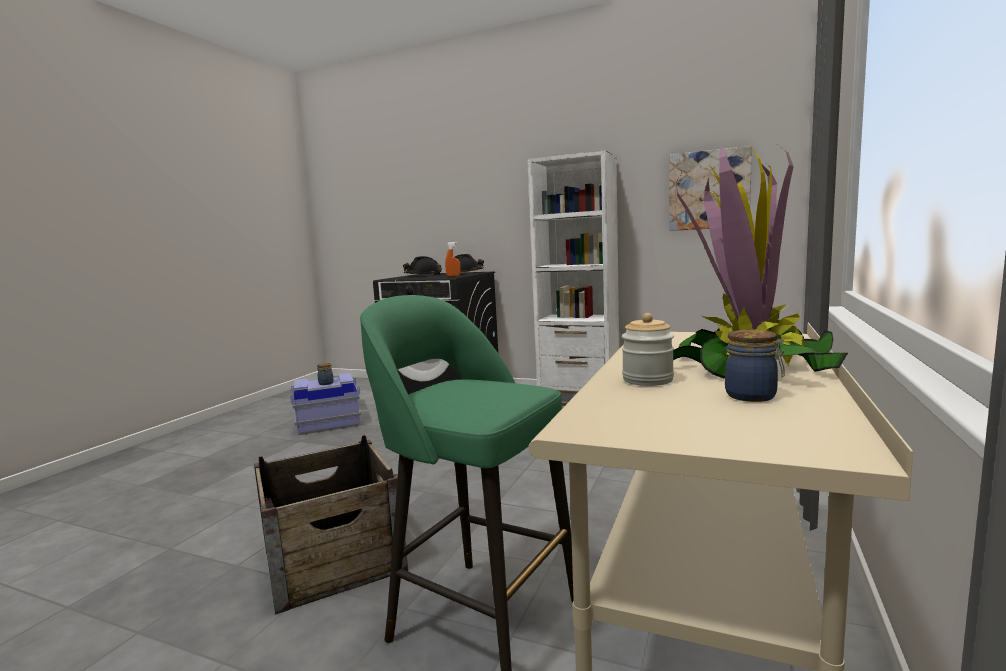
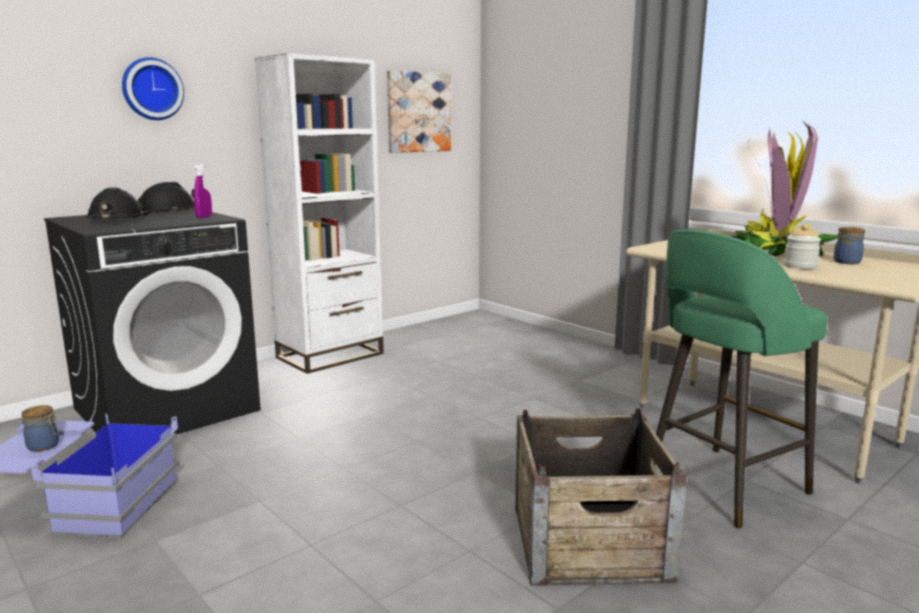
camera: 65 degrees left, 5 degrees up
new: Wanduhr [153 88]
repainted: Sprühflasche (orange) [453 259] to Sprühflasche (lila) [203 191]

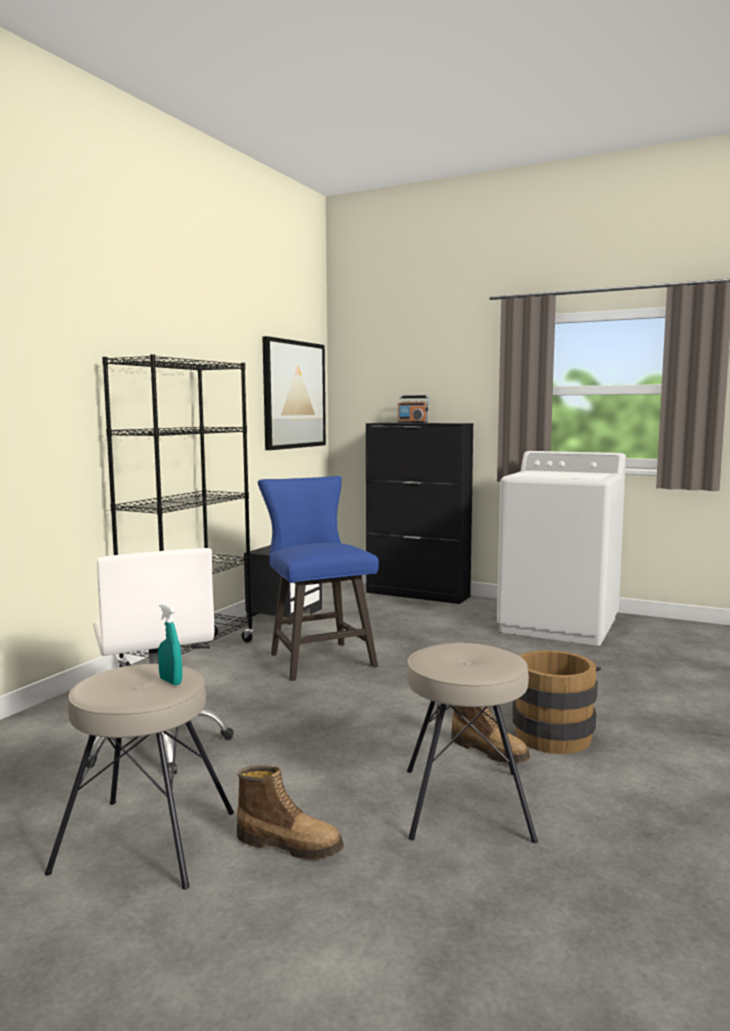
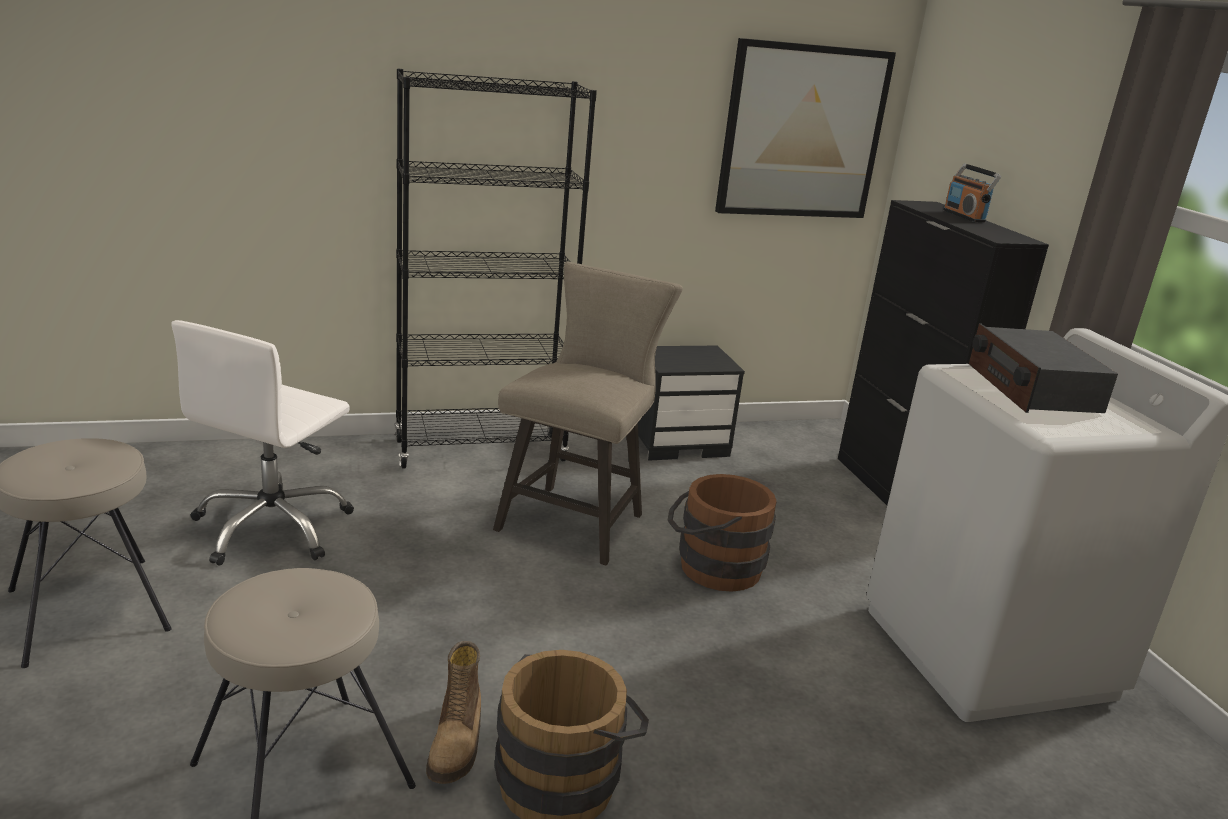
camera: 45 degrees right, 15 degrees up
gone: Sprühflasche (türkis) [170 644]; Stiefel [290 812]
new: Eimer (braun) [722 533]; Radio [1043 368]
repainted: Hocker (blau) [318 578] to Hocker (beige) [588 413]

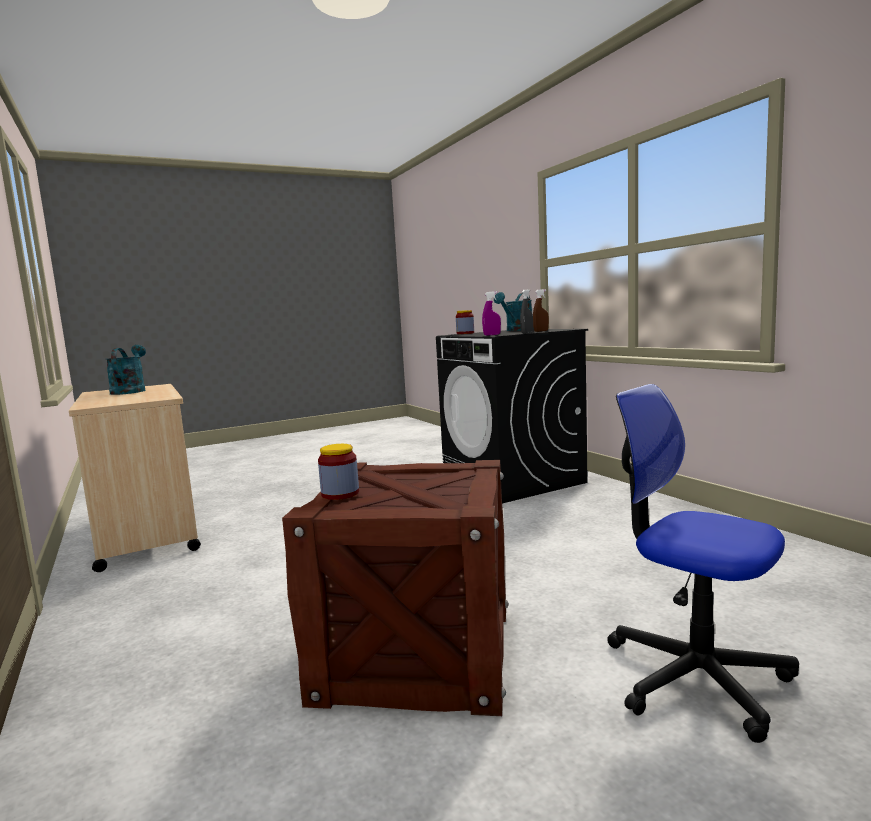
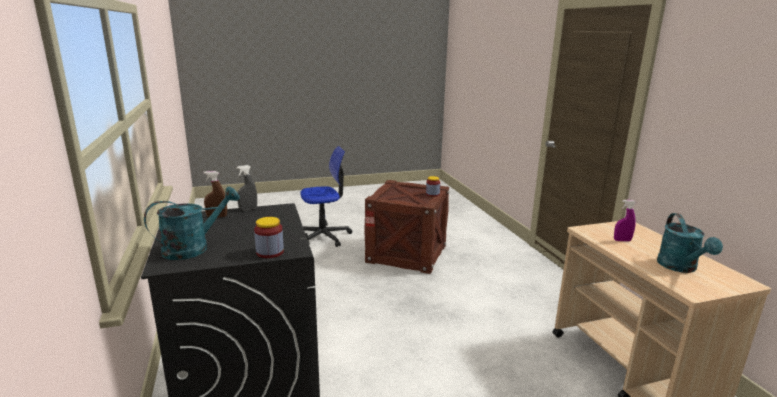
camera: 170 degrees left, 10 degrees up
shifted: Sprühflasche (lila) [491 313] to [625 220]
rotated: Bürostuhl [703 563] = [326 196] 75 degrees counterclockwise

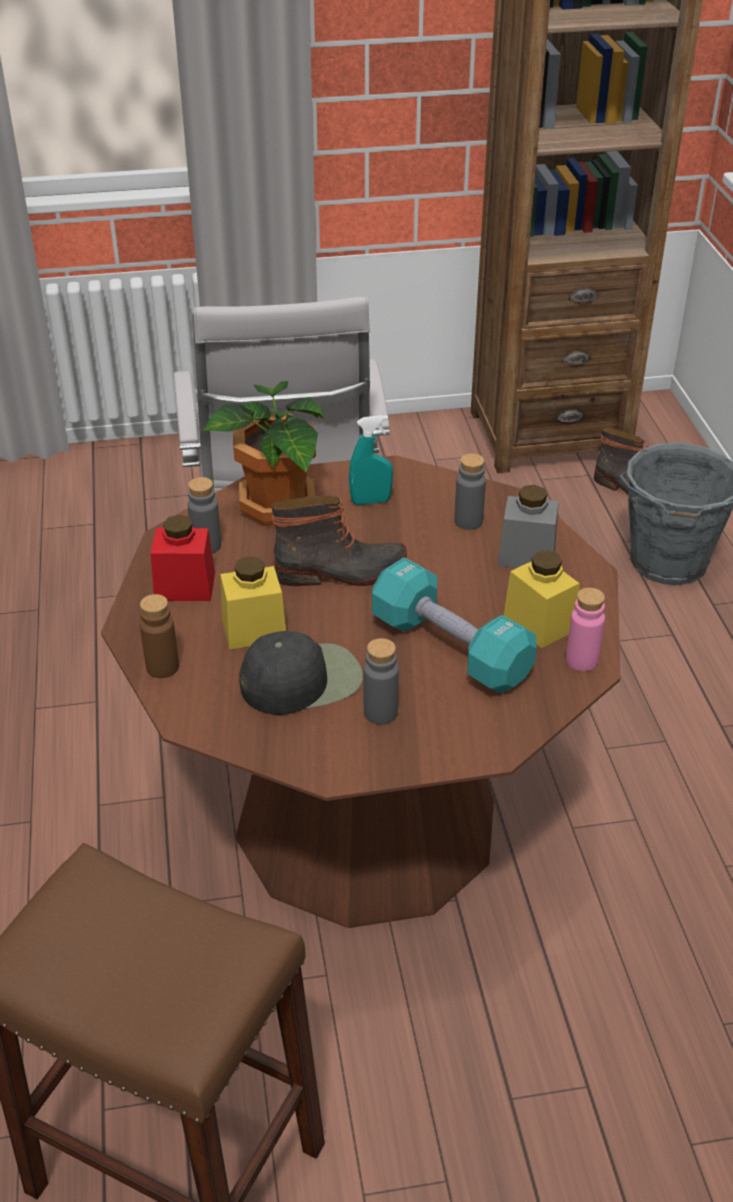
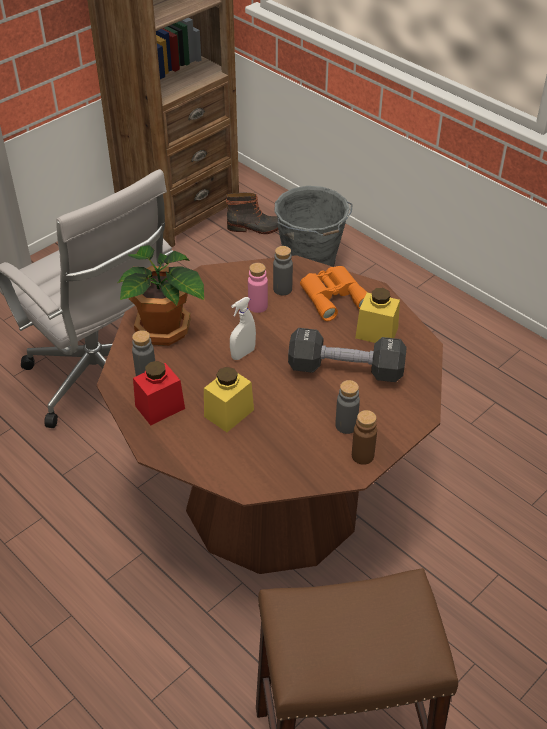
camera: 35 degrees left, 5 degrees up
gone: Kappe (schwarz) [301 673]; Sprühflasche (türkis) [371 460]
shifted: Flasche (rosa) [585 629] to [258 288]; Flasche (braun) [159 636] to [364 437]
swapped: Stiefel [339 541] to Sprühflasche (weiß) [243 328]; Vorratsglas (grau) [528 526] to Fernglas (orange) [334 293]
repainted: Hantel (türkis) [454 625] to Hantel (schwarz) [347 355]

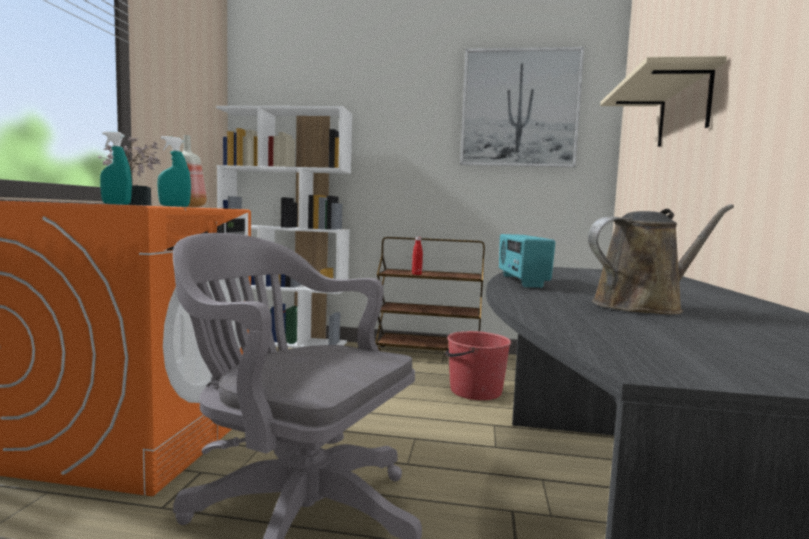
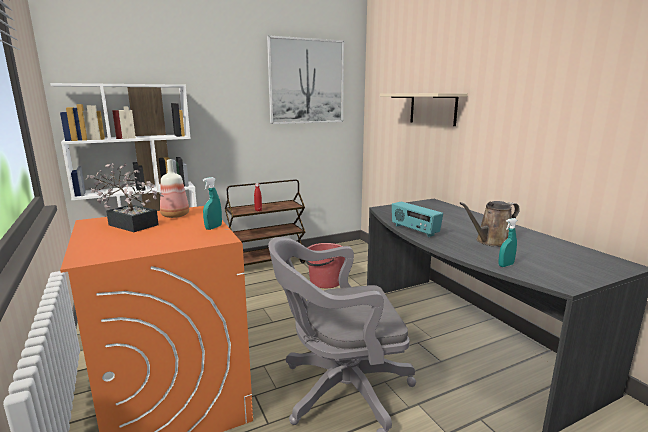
camera: 35 degrees left, 10 degrees up
shifted: Sprühflasche (türkis) [116 168] to [508 242]
rotated: Gießkanne (braun) [661 259] = [489 223] 150 degrees counterclockwise

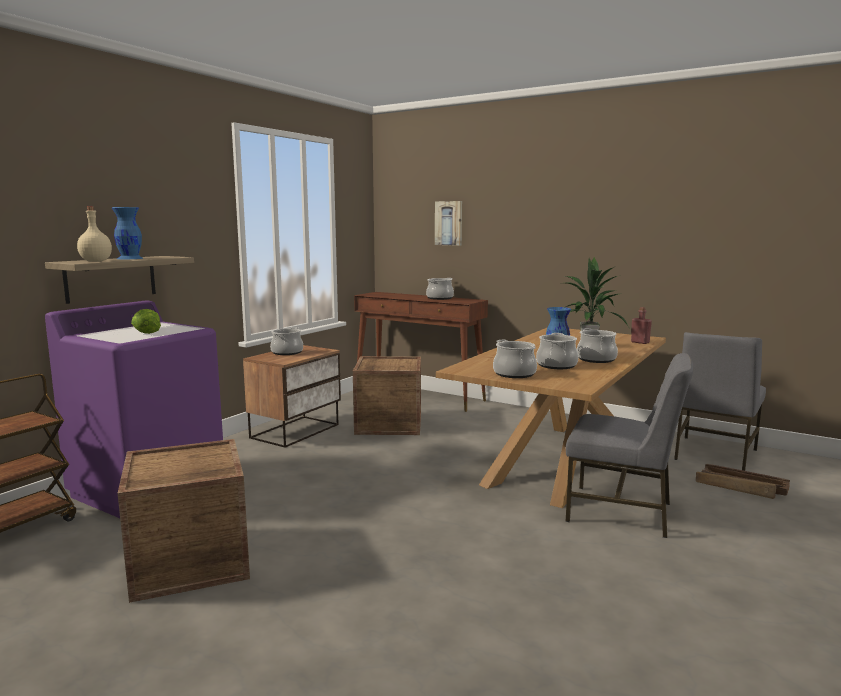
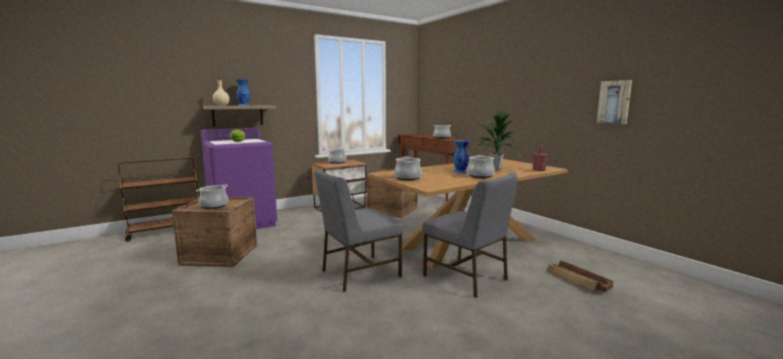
camera: 25 degrees right, 0 degrees up
shifted: Kochtopf [557 351] to [212 197]; Stuhl (grau) [720 401] to [359 230]; Bild [448 223] to [614 102]

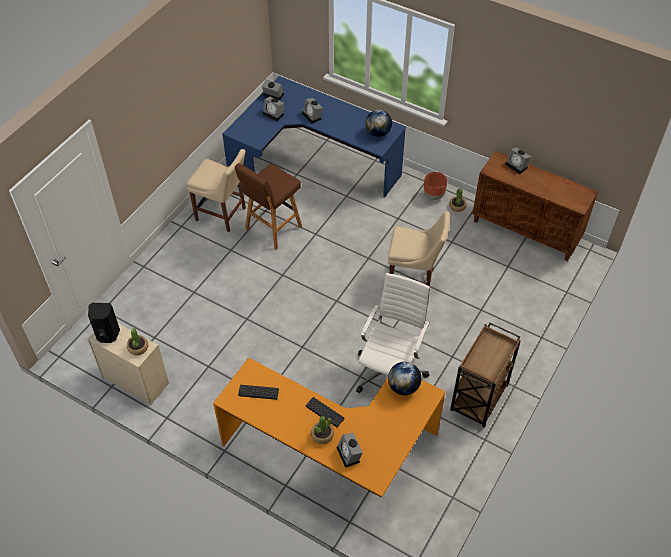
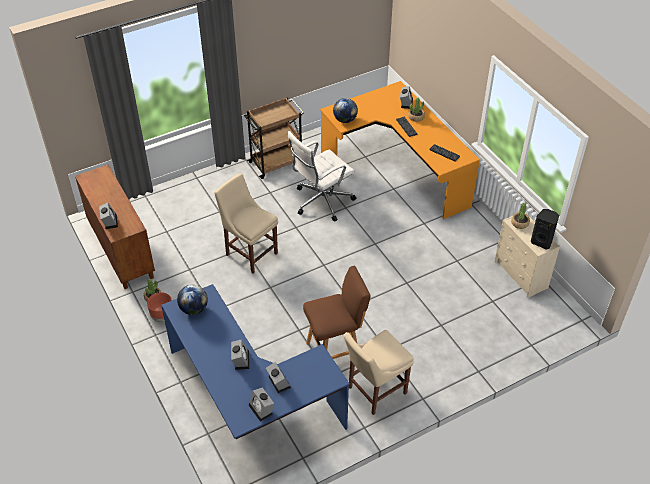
camera: 150 degrees left, 5 degrees down
rotated: Stuhl (beige) [216 190] = [379 372] 90 degrees counterclockwise

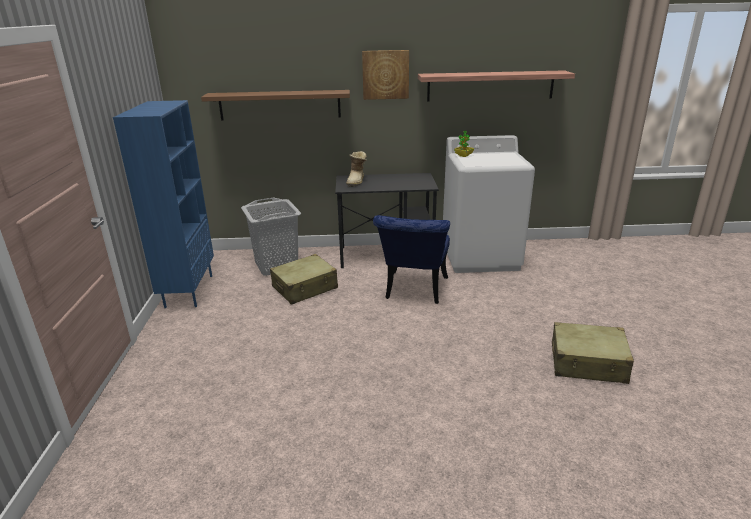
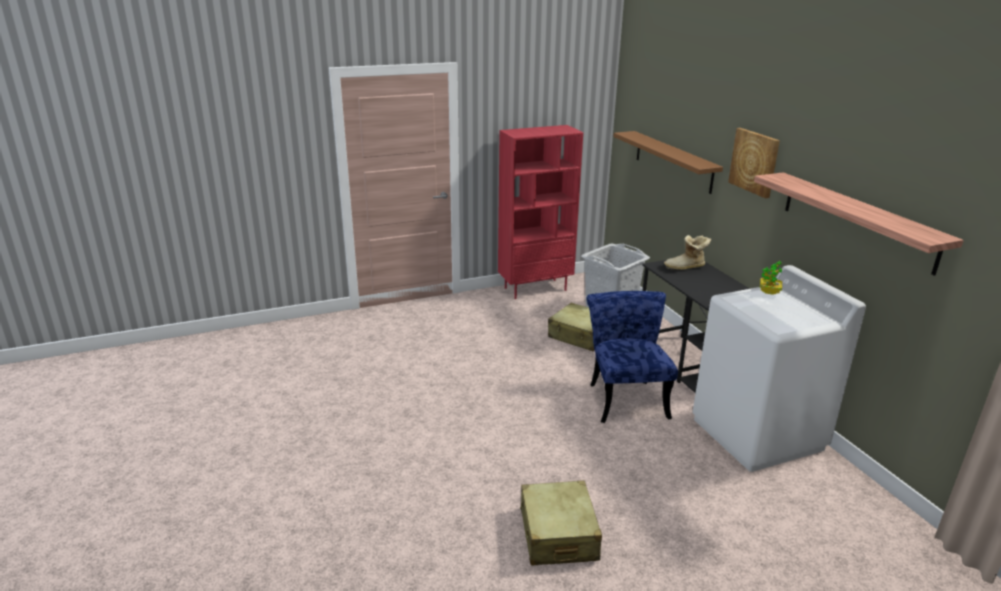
camera: 70 degrees right, 0 degrees up
repainted: Bücherregal (blau) [163 204] to Bücherregal (rot) [540 212]
rotated: Stuhl (blau) [411 259] = [632 357] 90 degrees clockwise

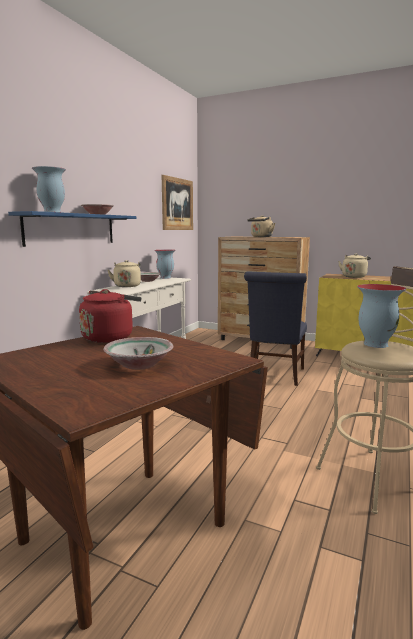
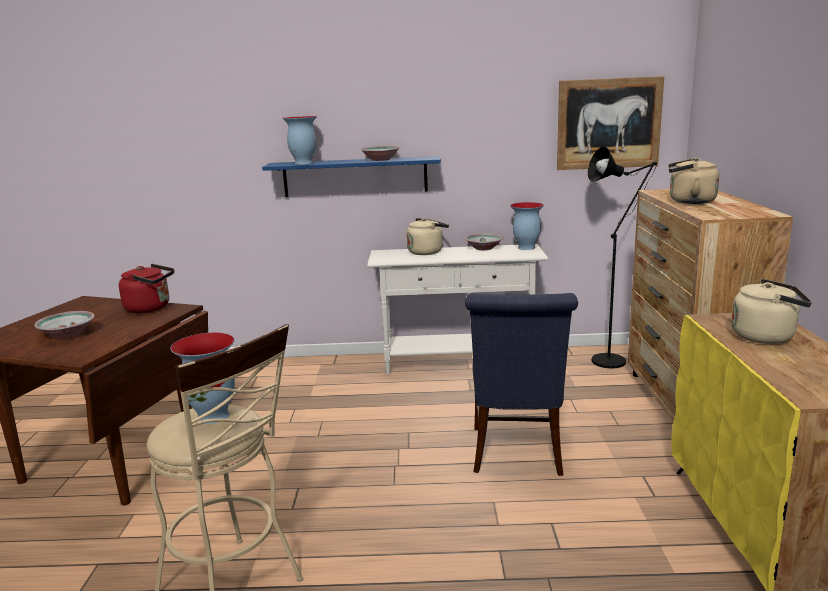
camera: 65 degrees right, 5 degrees up
new: Stehlampe (schwarz) [622 257]
rotated: Stuhl (blau) [275 328] = [521 384] 75 degrees counterclockwise

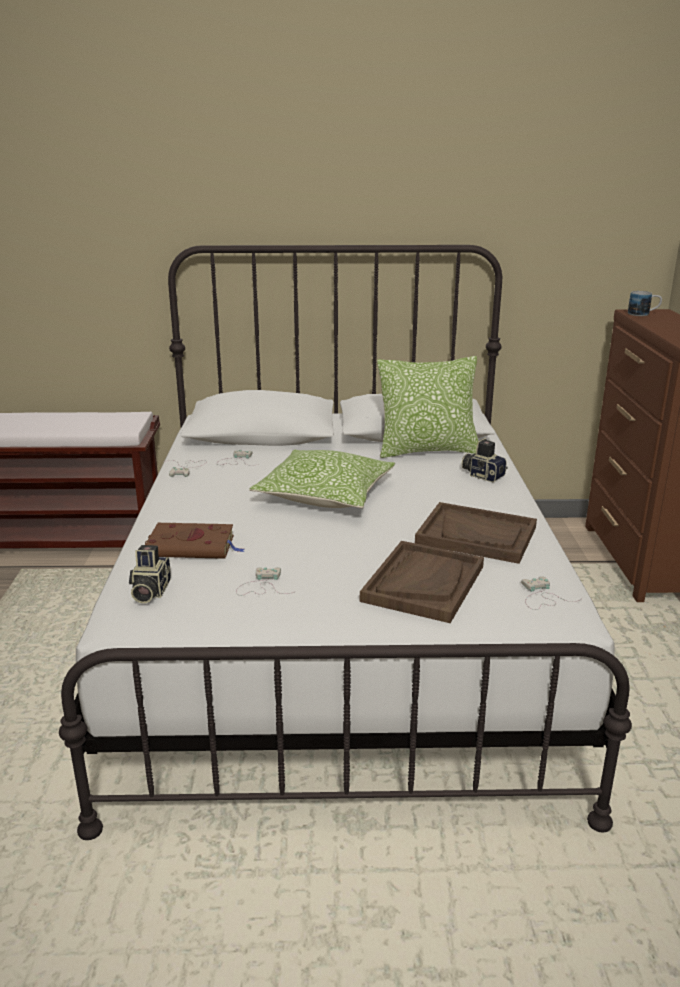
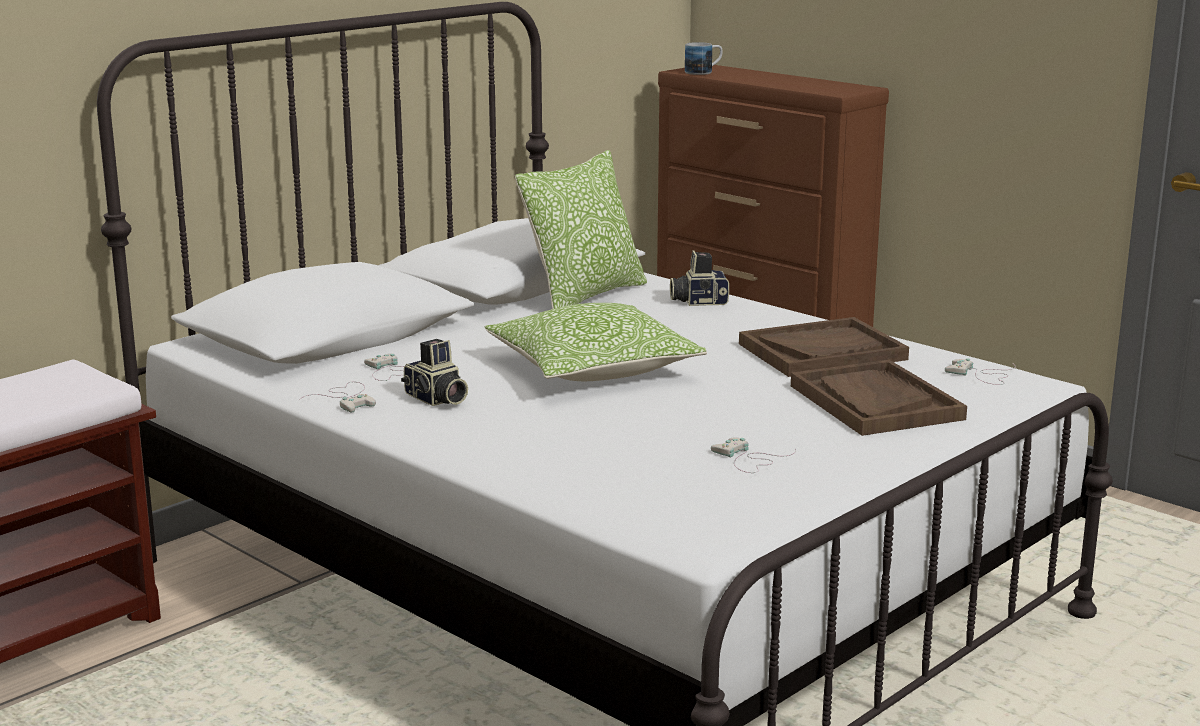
camera: 45 degrees left, 5 degrees down
gone: Buch (braun) [194 541]
shifted: Kamera [150 574] to [434 372]

